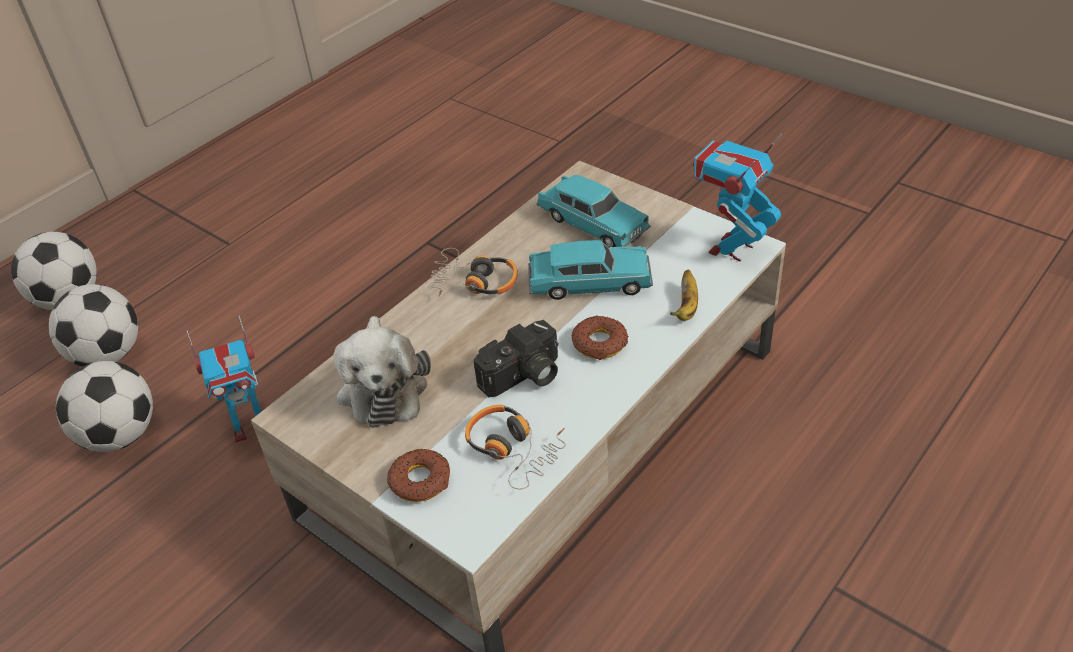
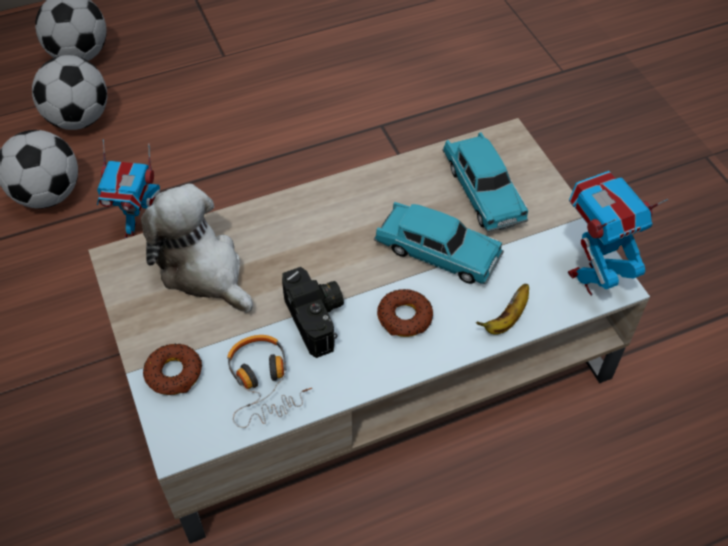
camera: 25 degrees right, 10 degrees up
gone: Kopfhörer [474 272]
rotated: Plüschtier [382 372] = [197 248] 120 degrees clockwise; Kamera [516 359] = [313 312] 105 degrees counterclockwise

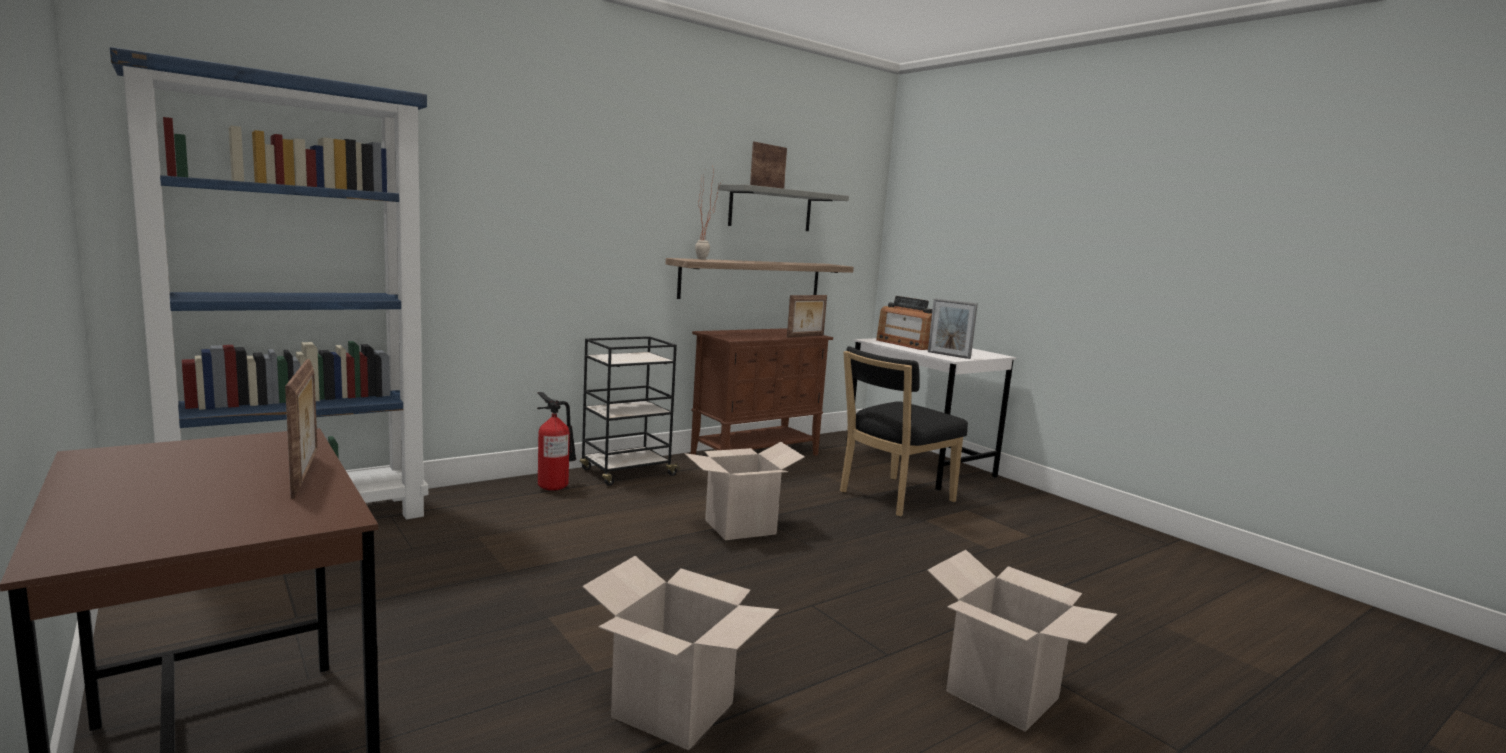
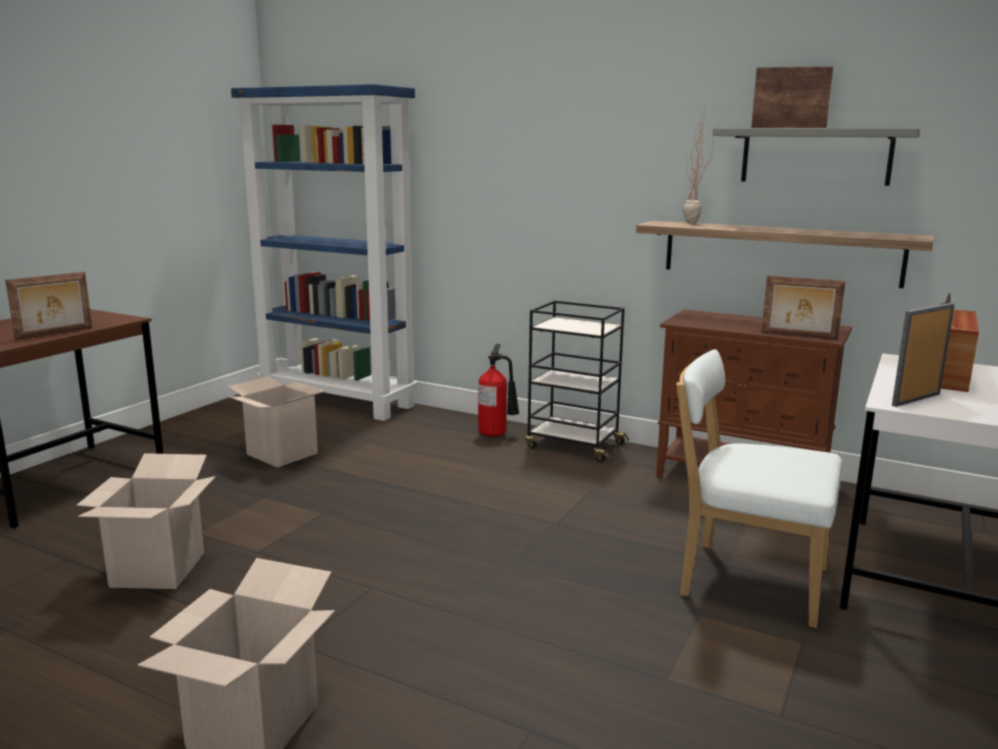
camera: 65 degrees right, 5 degrees up
shifted: Karton [744 491] to [277 422]
repainted: Stuhl (schwarz) [904 431] to Stuhl (weiß) [759 488]
rotated: Bilderrahmen [953 328] = [923 355] 45 degrees clockwise

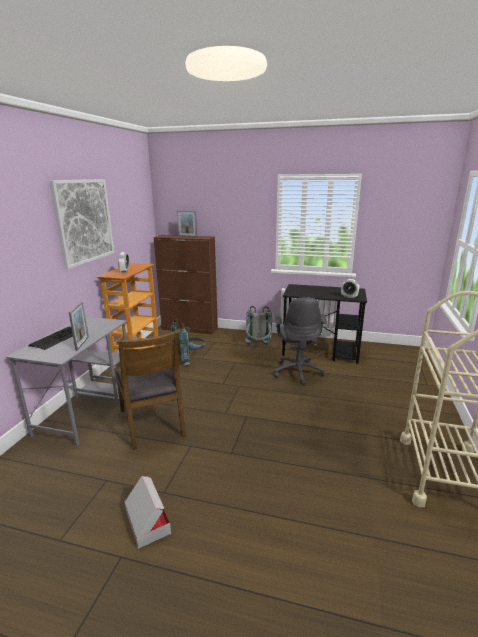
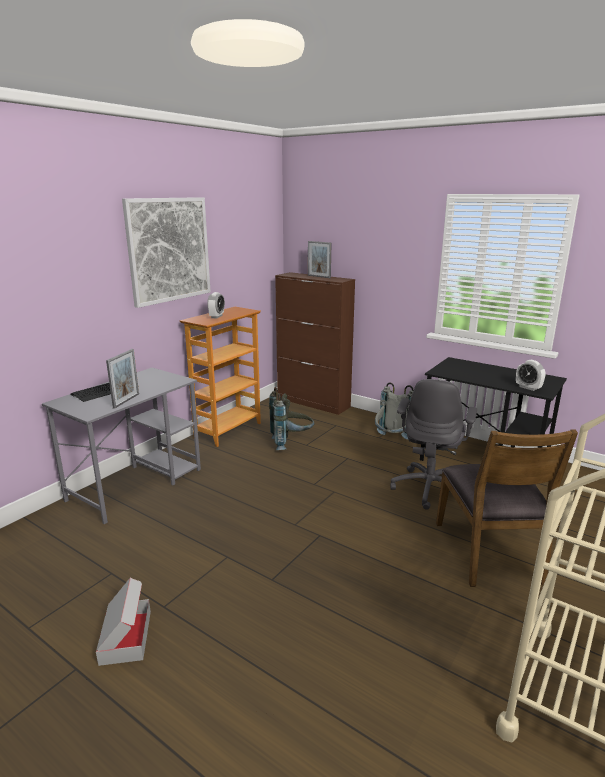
camera: 20 degrees right, 0 degrees up
shifted: Stuhl (braun) [150 390] to [507 508]

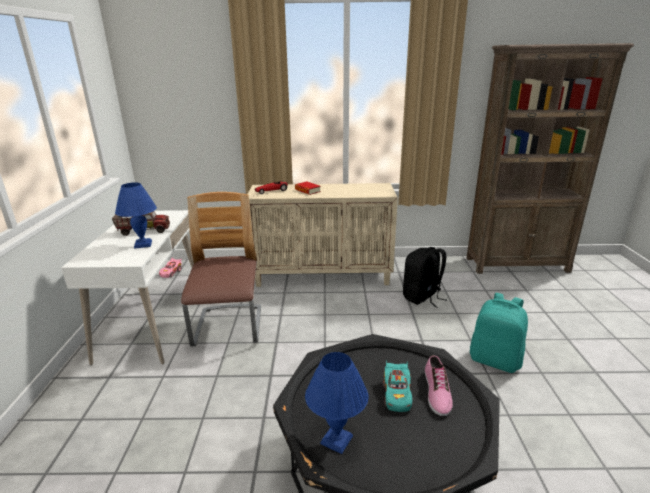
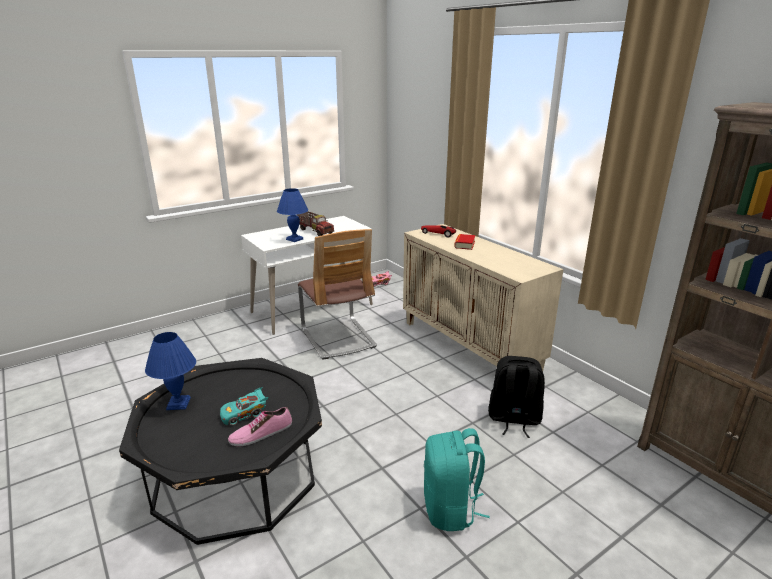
camera: 55 degrees right, 0 degrees up
rotated: Stuhl [221 269] = [337 294] 105 degrees clockwise

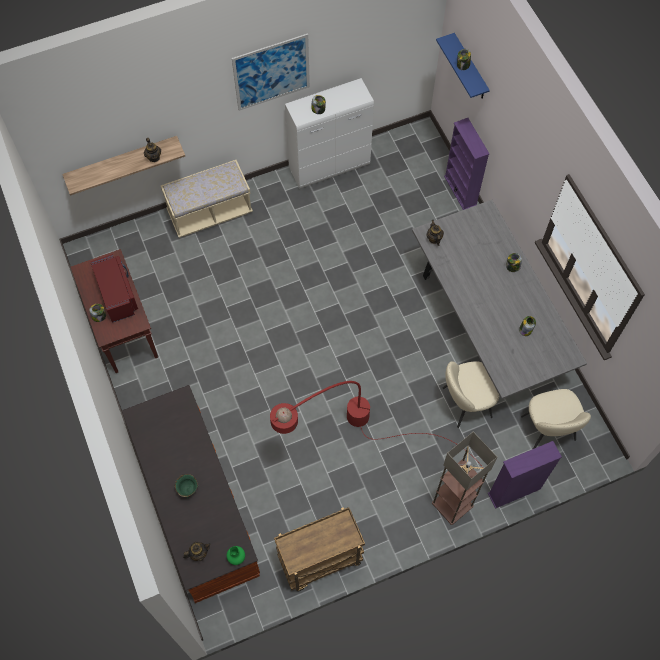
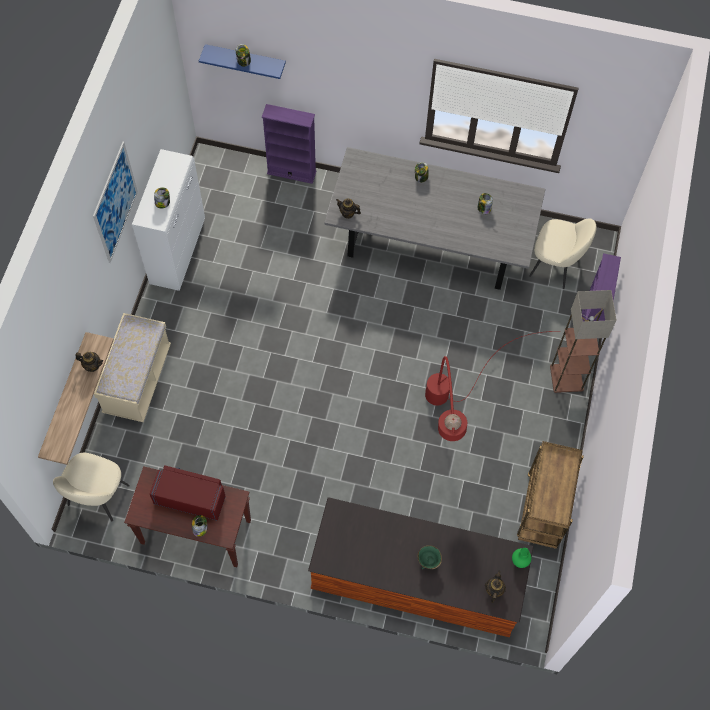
camera: 55 degrees left, 0 degrees up
shifted: Stuhl (beige) [470 394] to [91 487]

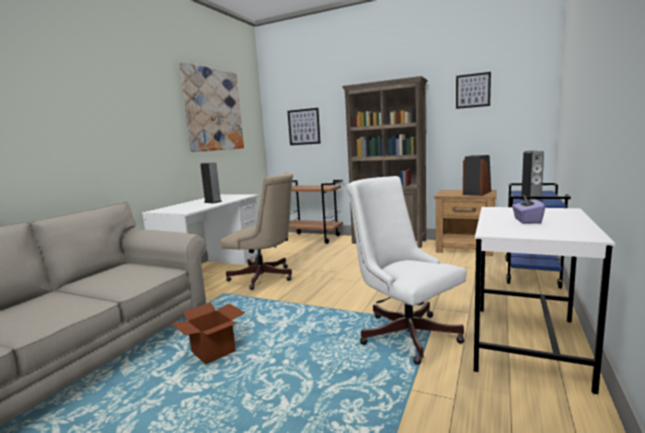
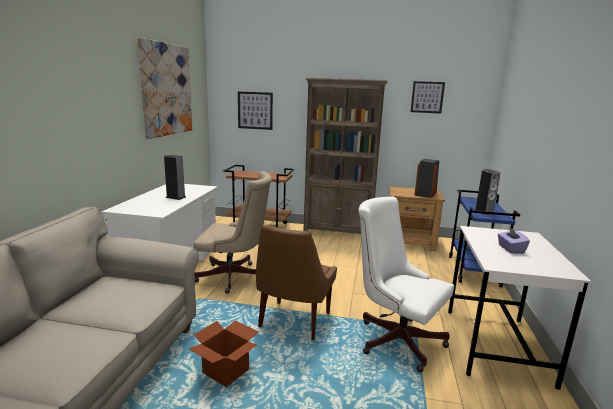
camera: 15 degrees left, 5 degrees up
new: Stuhl (braun) [296 282]

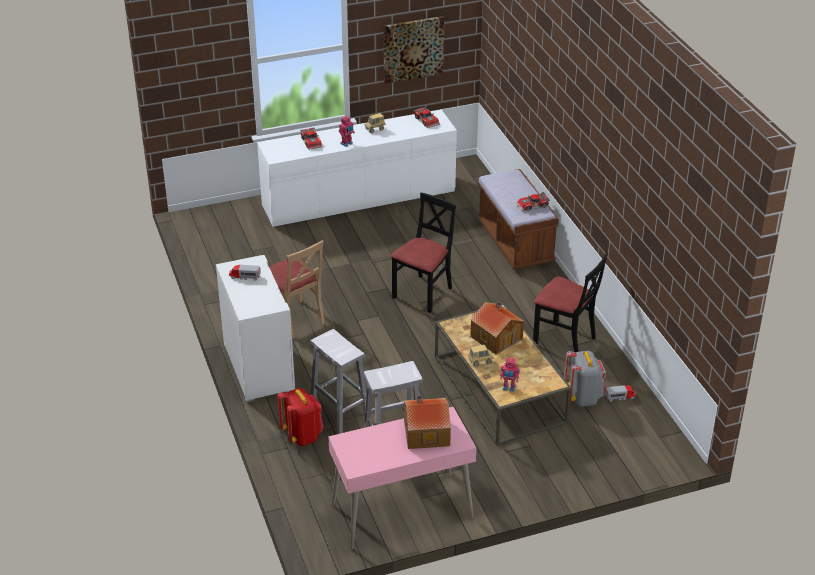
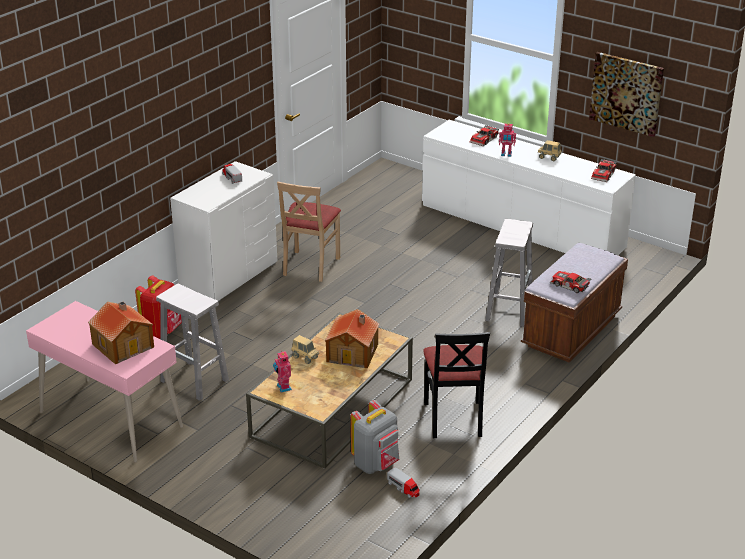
camera: 55 degrees right, 5 degrees down
gone: Stuhl (schwarz) [423 252]
shifted: Hocker (weiß) [341 381] to [509 273]

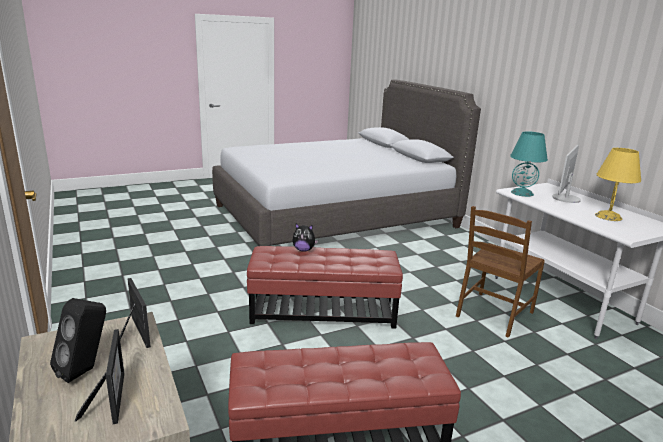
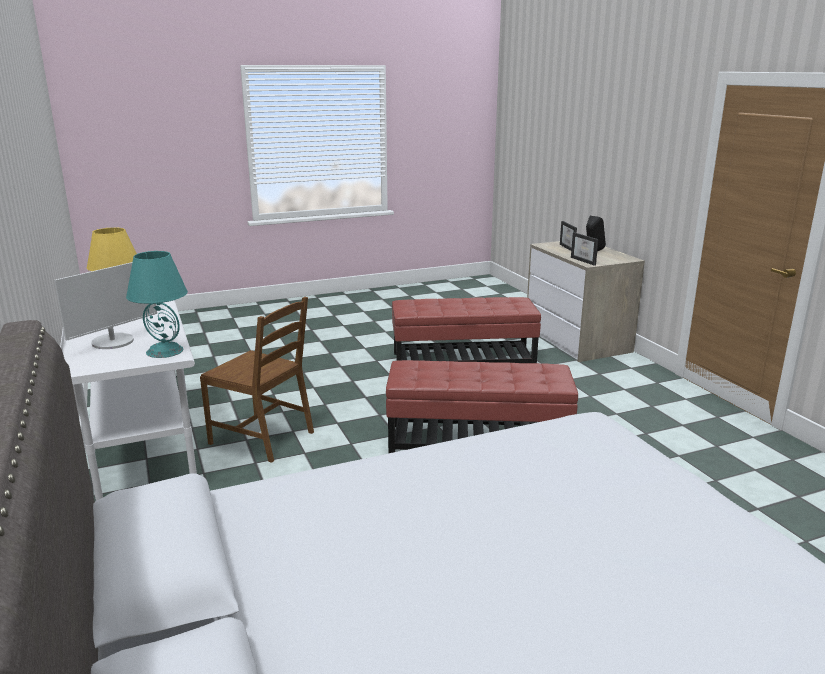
camera: 175 degrees left, 0 degrees up
gone: Plüschtier [305 238]
rotated: Stuhl (braun) [500 272] = [257 380] 75 degrees clockwise

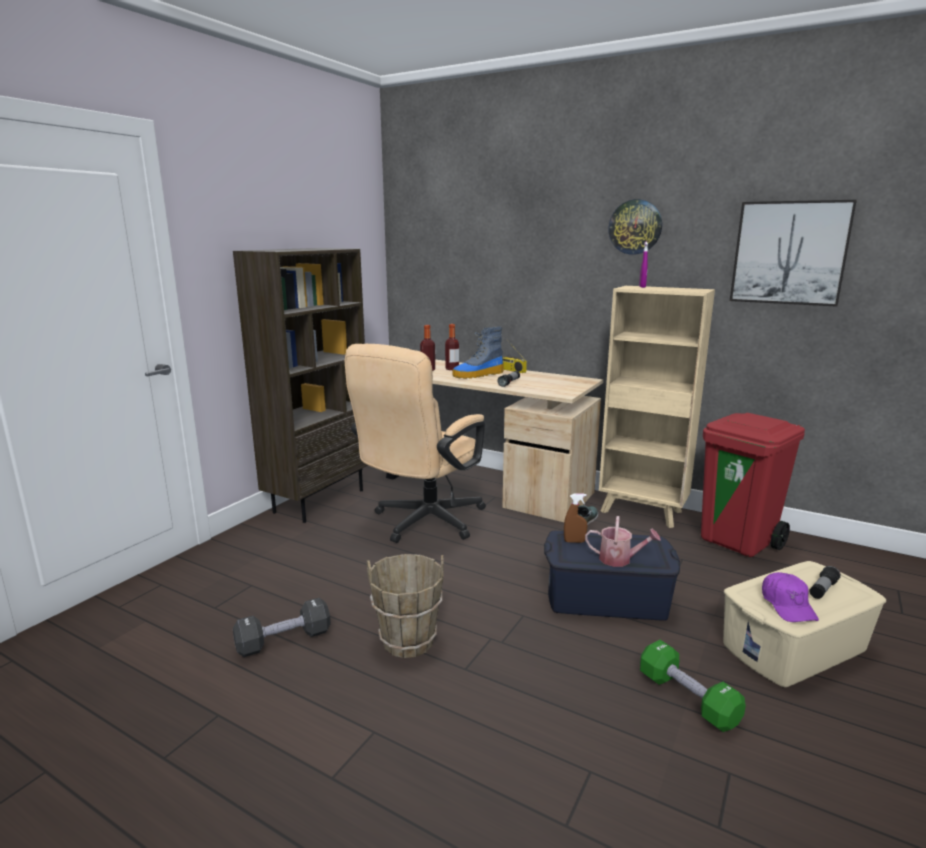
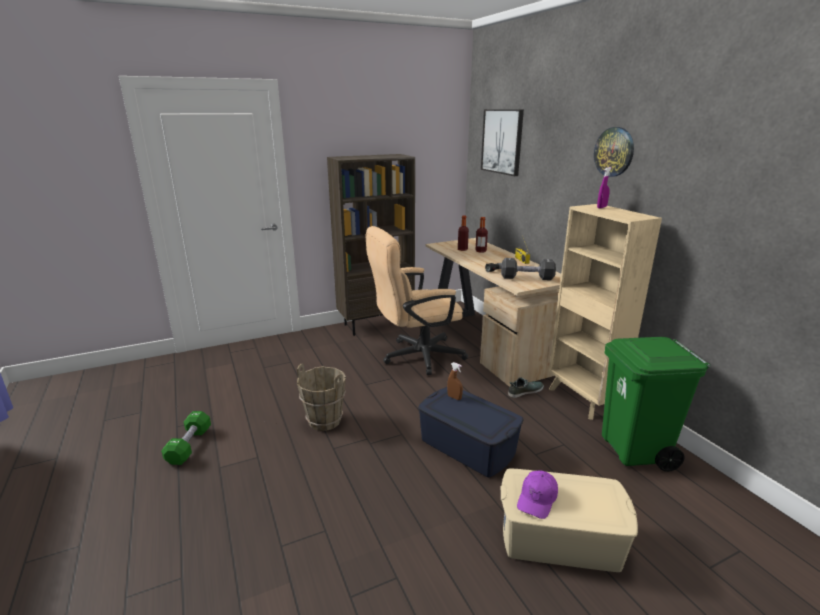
camera: 35 degrees right, 5 degrees up
gone: Stiefel [478 352]; Gießkanne [623 541]; Taschenlampe [825 582]
shifted: Hantel (grün) [693 686] to [186 438]; Bild [793 253] to [502 142]; Hantel (schwarz) [282 627] to [528 269]
repainted: Mülleimer (rot) [753 485] to Mülleimer (grün) [656 404]

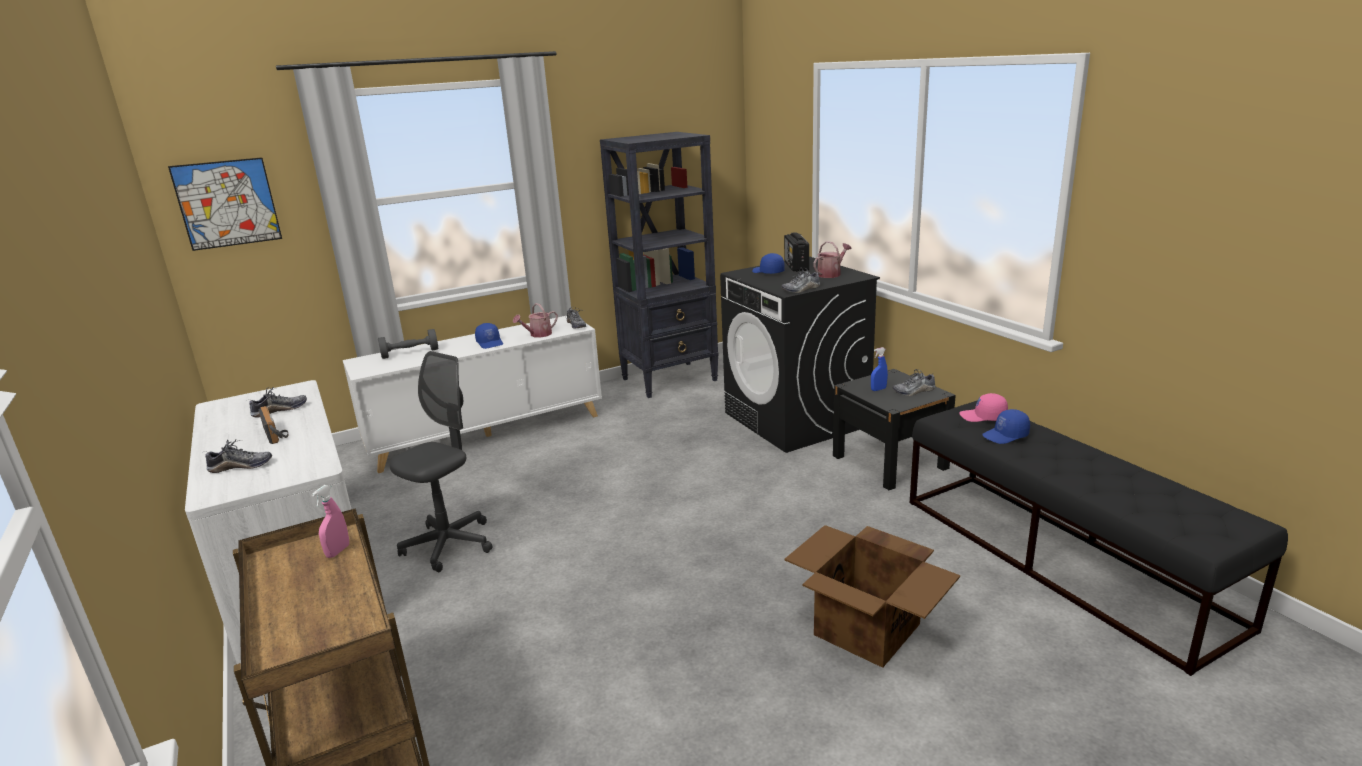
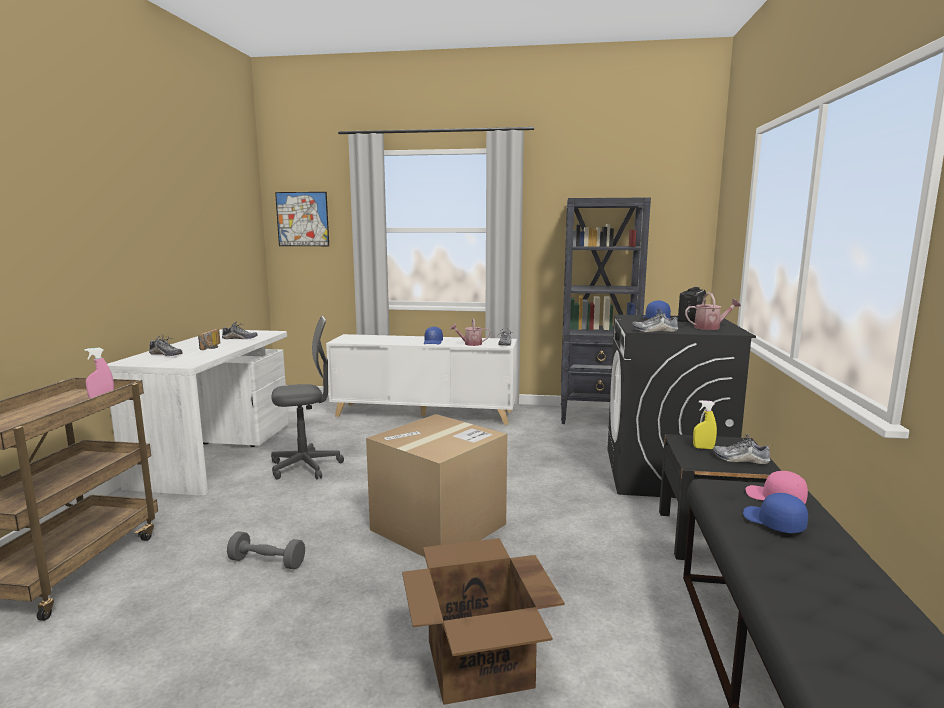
camera: 35 degrees right, 10 degrees down
new: Karton [436 485]
shifted: Hantel (grau) [408 344] to [266 550]
repainted: Sprühflasche (blau) [879 369] to Sprühflasche (gelb) [705 424]
rotated: Kappe (blau) [1006 426] = [775 513] 45 degrees clockwise

